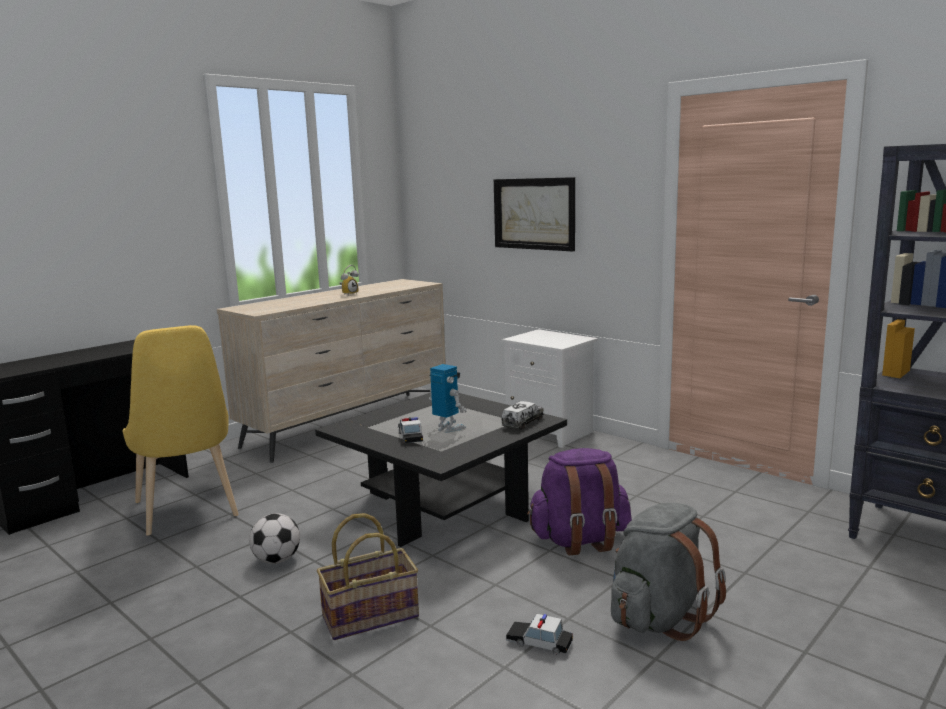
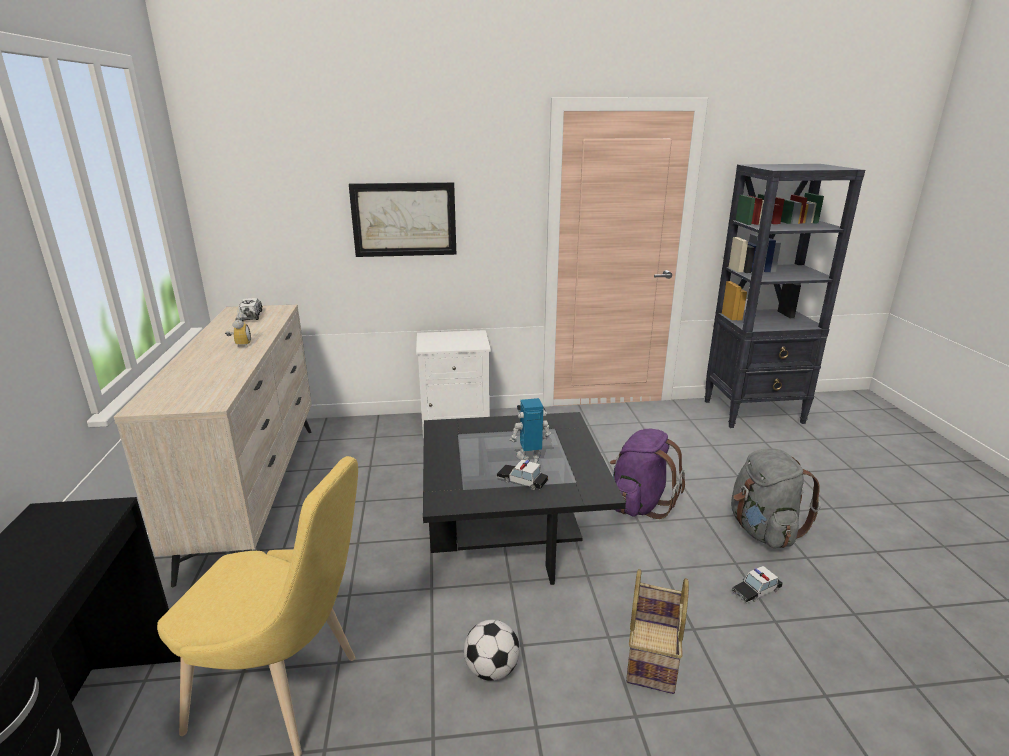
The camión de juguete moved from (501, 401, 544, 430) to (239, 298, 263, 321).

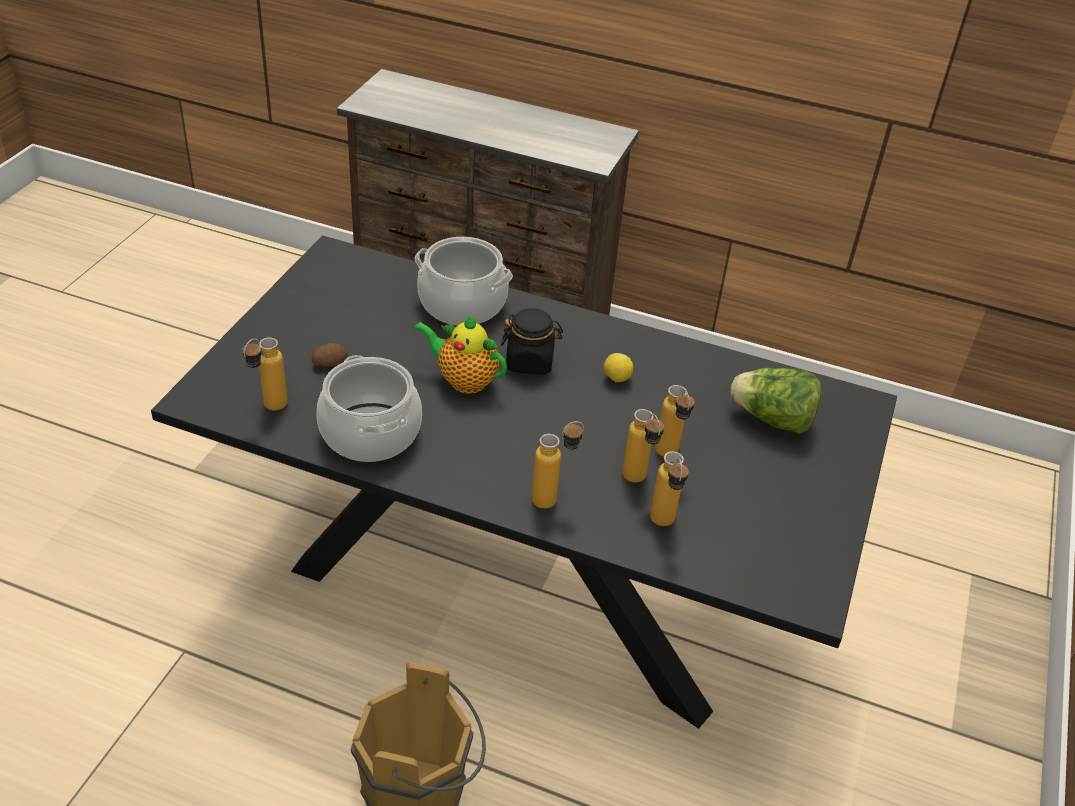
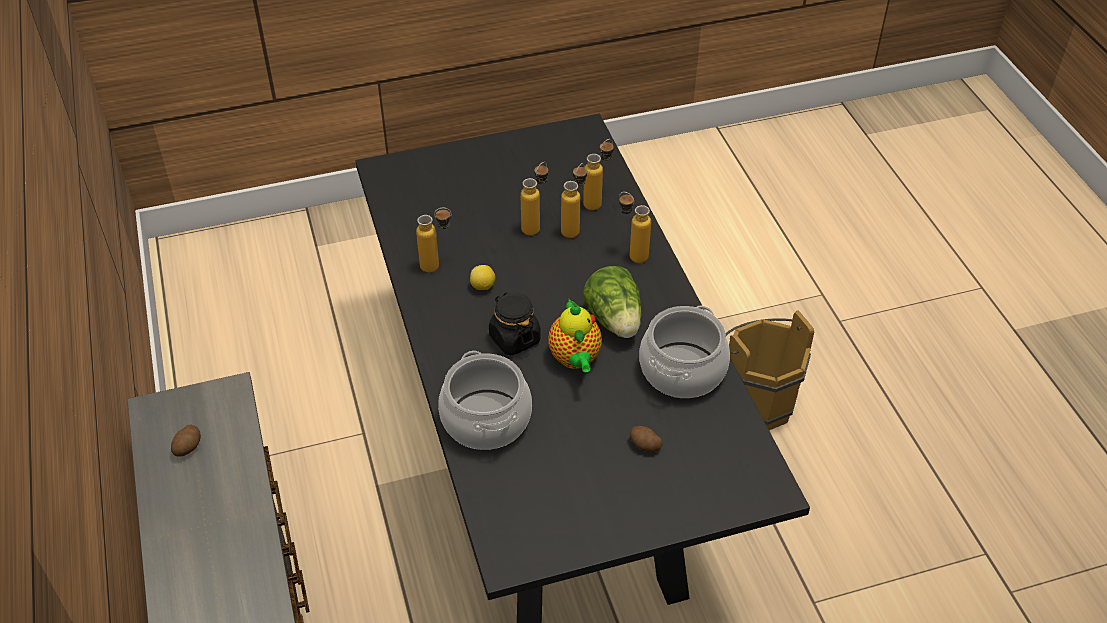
The botella moved from (242, 338, 288, 411) to (416, 208, 452, 273). The lechuga moved from (730, 367, 821, 434) to (583, 266, 642, 338). The patata at (171, 425, 201, 457) appeared.

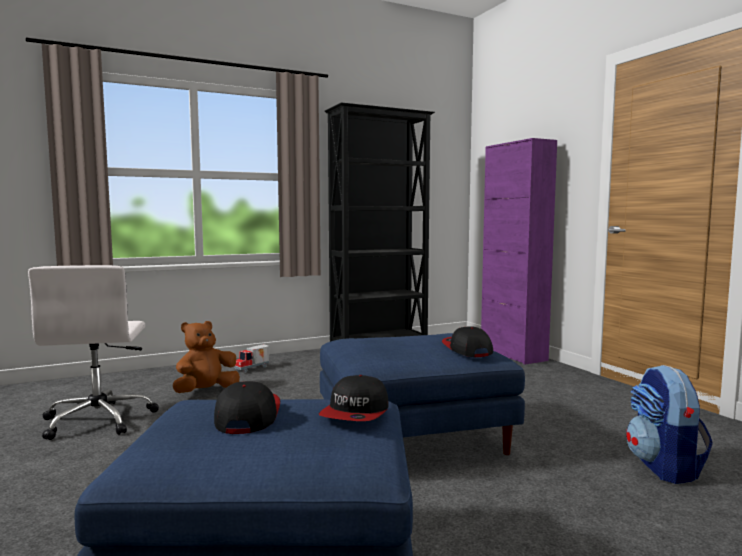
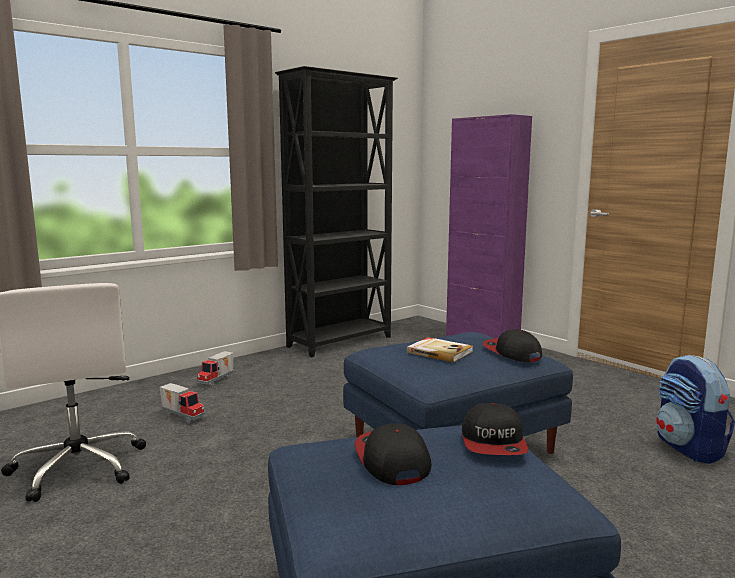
The peluche (marrón) at (173, 321, 240, 393) was replaced by the camión de juguete at (160, 383, 205, 423). The libro at (407, 337, 473, 363) appeared.

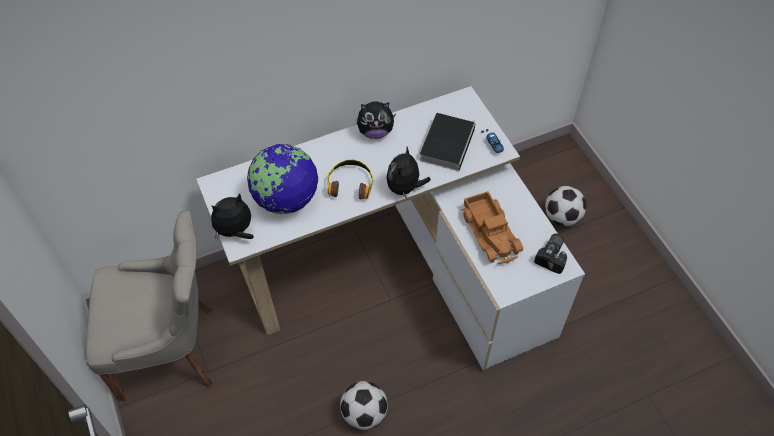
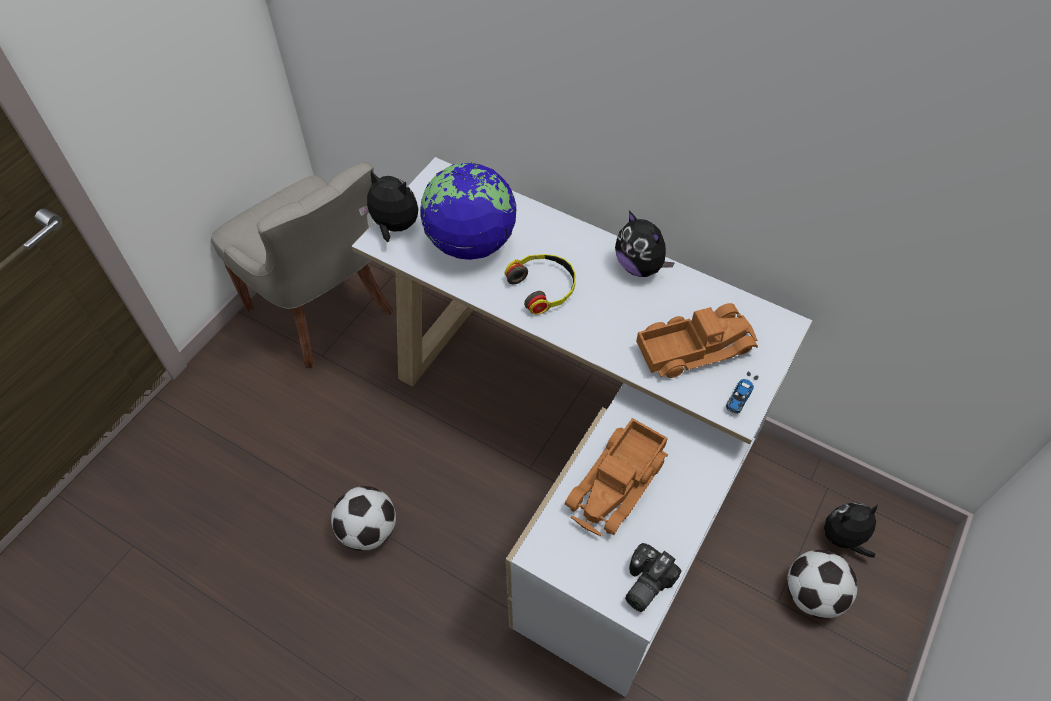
The peluche moved from (386, 147, 431, 199) to (824, 502, 878, 558). The libro at (420, 113, 476, 171) was replaced by the camión de juguete at (636, 303, 758, 378). The cámara at (534, 234, 567, 274) turned 135 degrees clockwise.

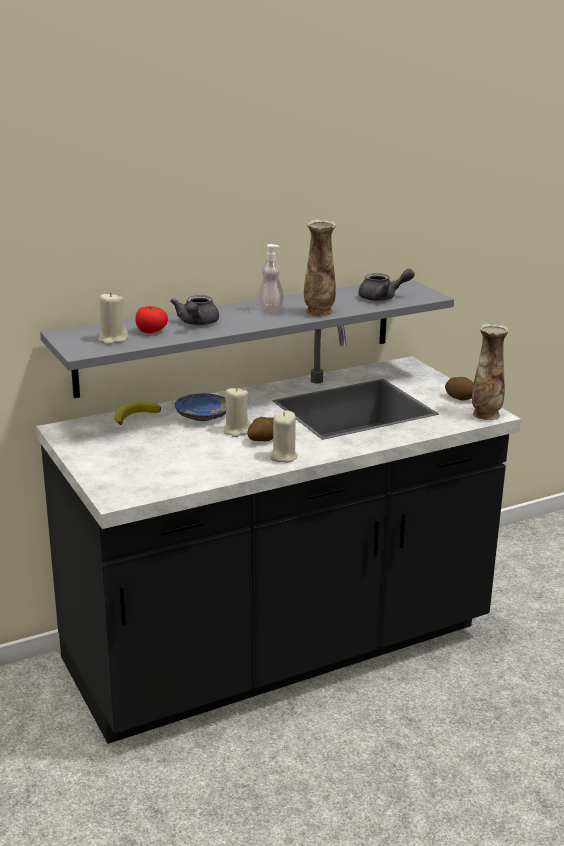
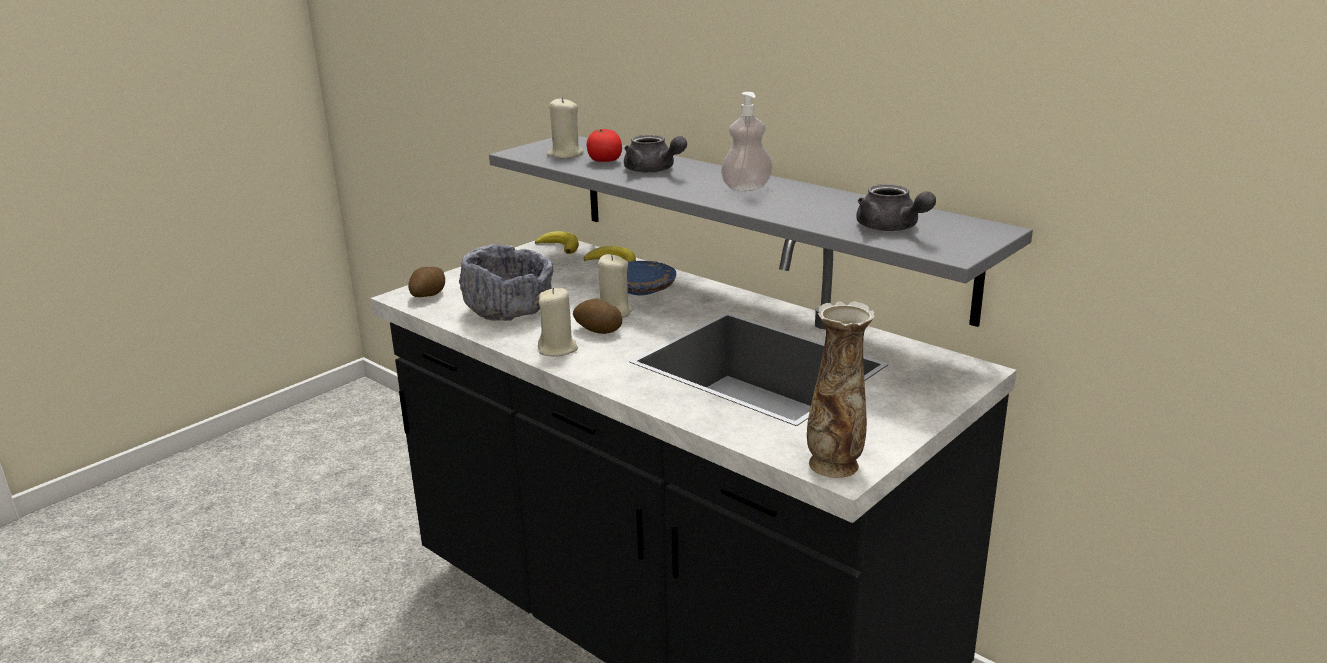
The tetera (gris) at (170, 295, 219, 325) turned 120 degrees counterclockwise. The florero at (304, 219, 336, 317) disappeared. The patata moved from (445, 377, 474, 401) to (408, 267, 445, 297). The cuenco (gris) at (459, 244, 554, 321) appeared. The plátano at (535, 231, 579, 254) appeared.

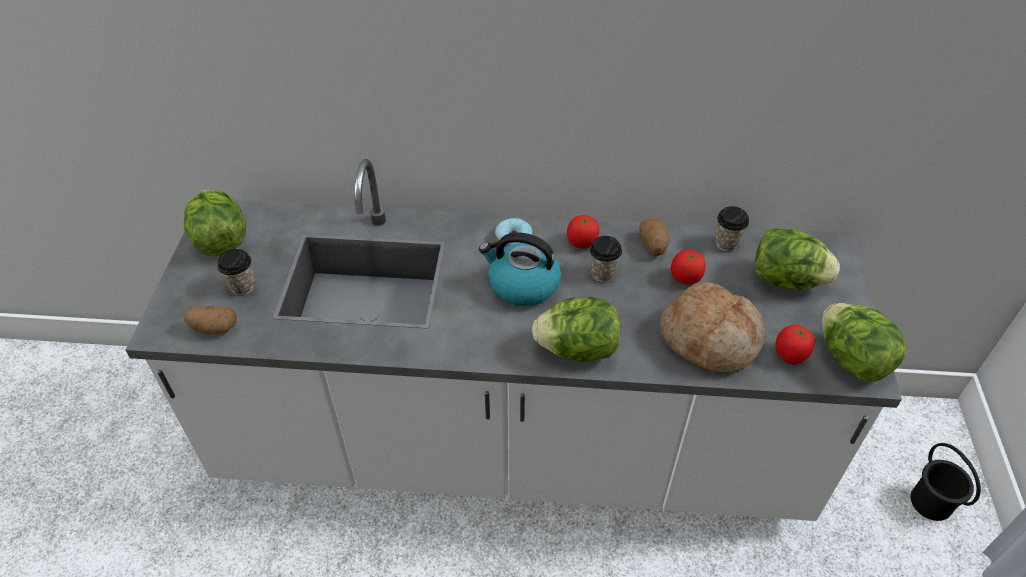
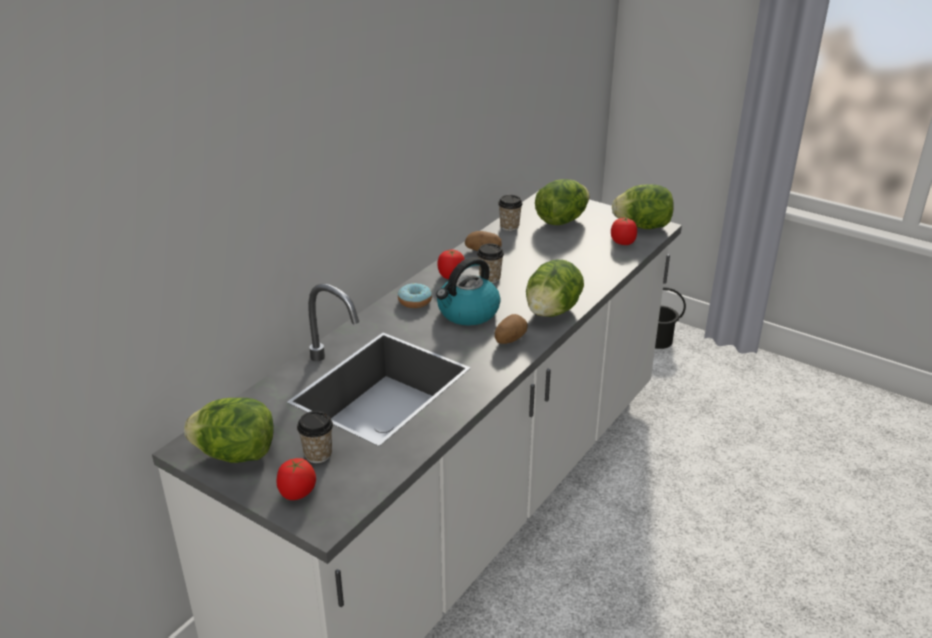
The patata moved from (183, 306, 237, 335) to (495, 314, 528, 344). The pan at (660, 283, 765, 373) disappeared. The tomate moved from (671, 250, 706, 285) to (277, 458, 316, 500).

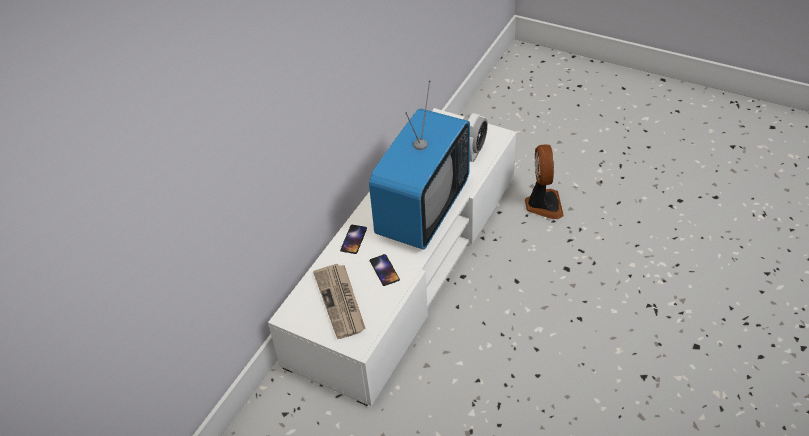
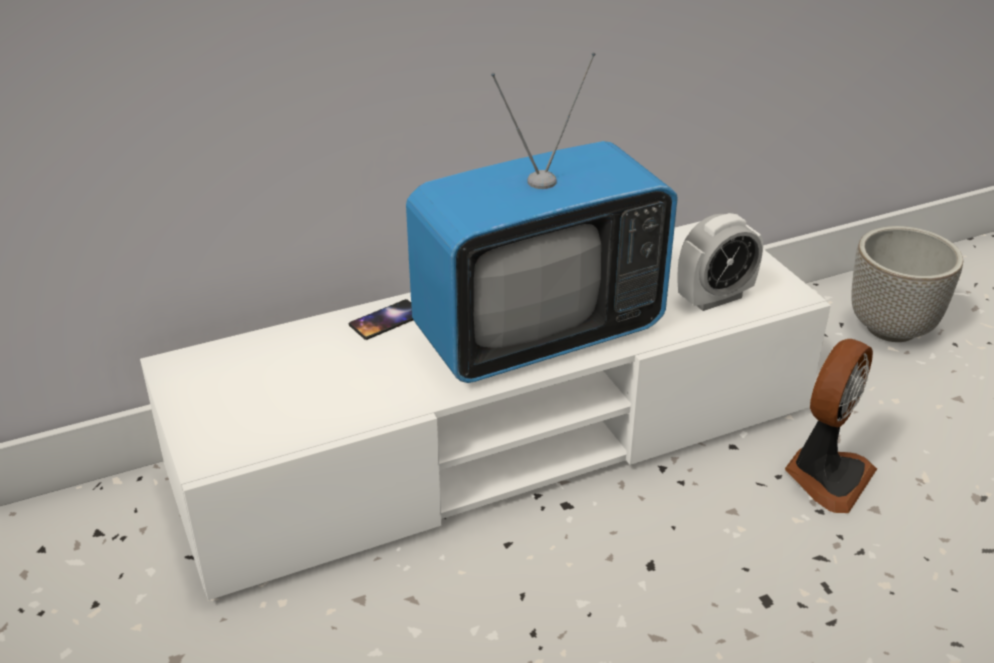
The periódico at (313, 264, 366, 339) disappeared. The móvil at (370, 254, 400, 286) disappeared. The maceta at (852, 226, 963, 342) appeared.

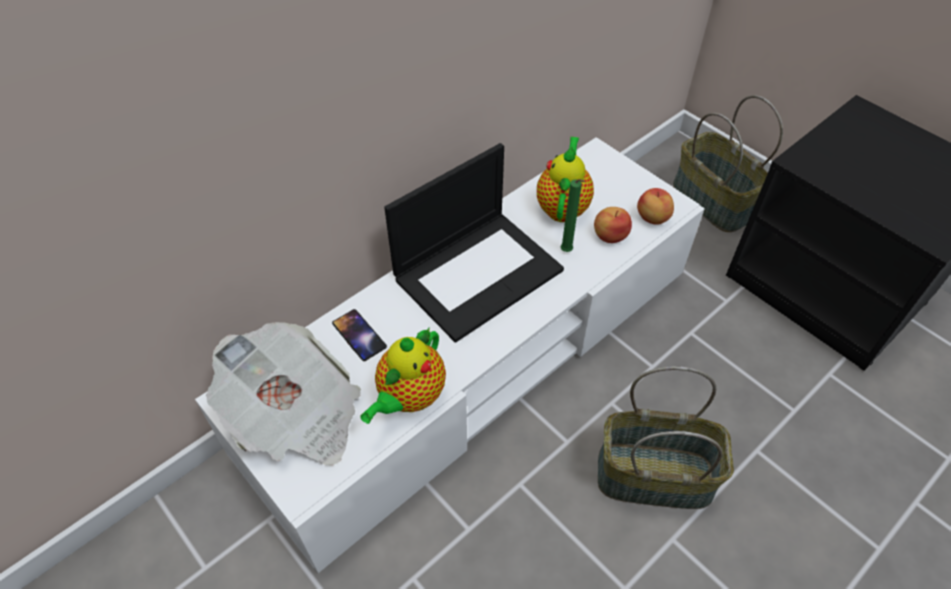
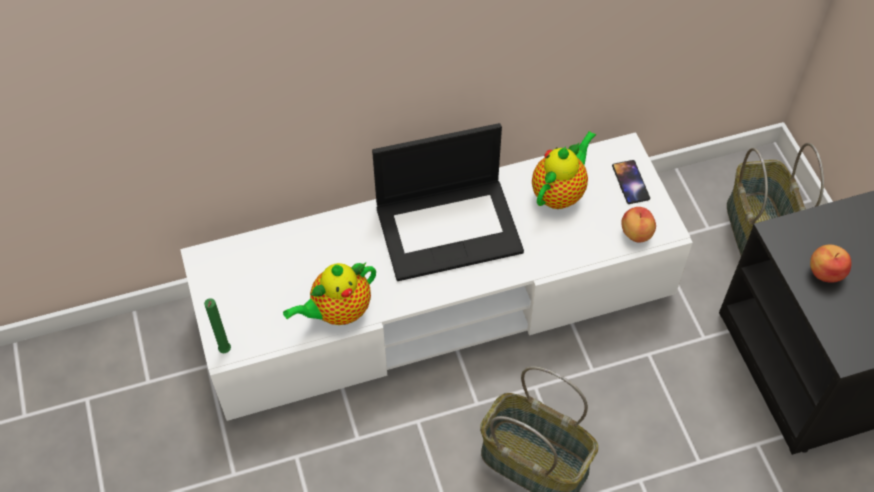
The periódico at (206, 322, 361, 465) disappeared. The móvil moved from (332, 309, 387, 361) to (612, 160, 650, 204). The vela (verde) moved from (561, 179, 585, 252) to (204, 298, 231, 353). The manzana moved from (594, 207, 632, 243) to (810, 245, 852, 283).

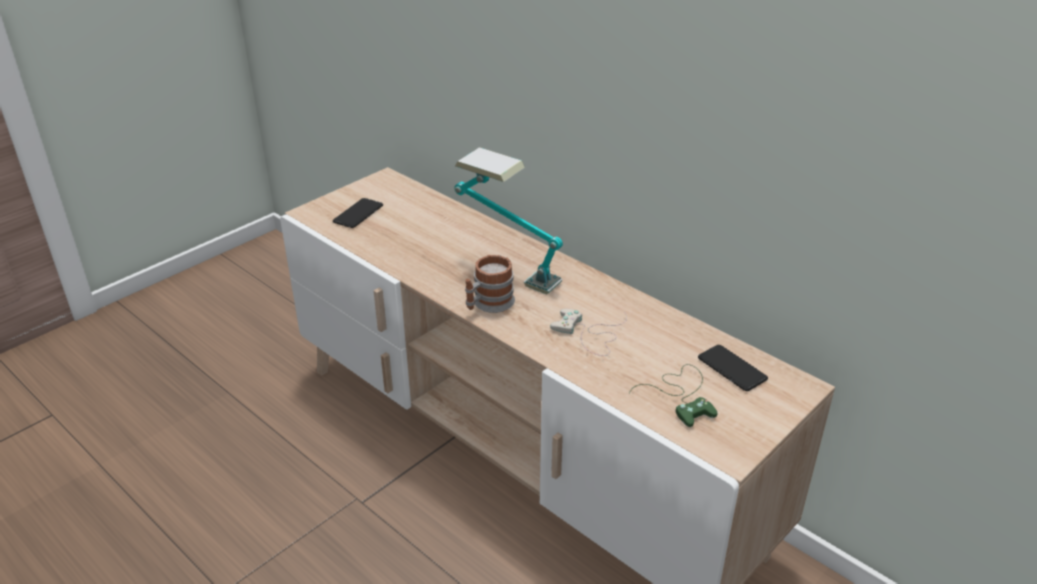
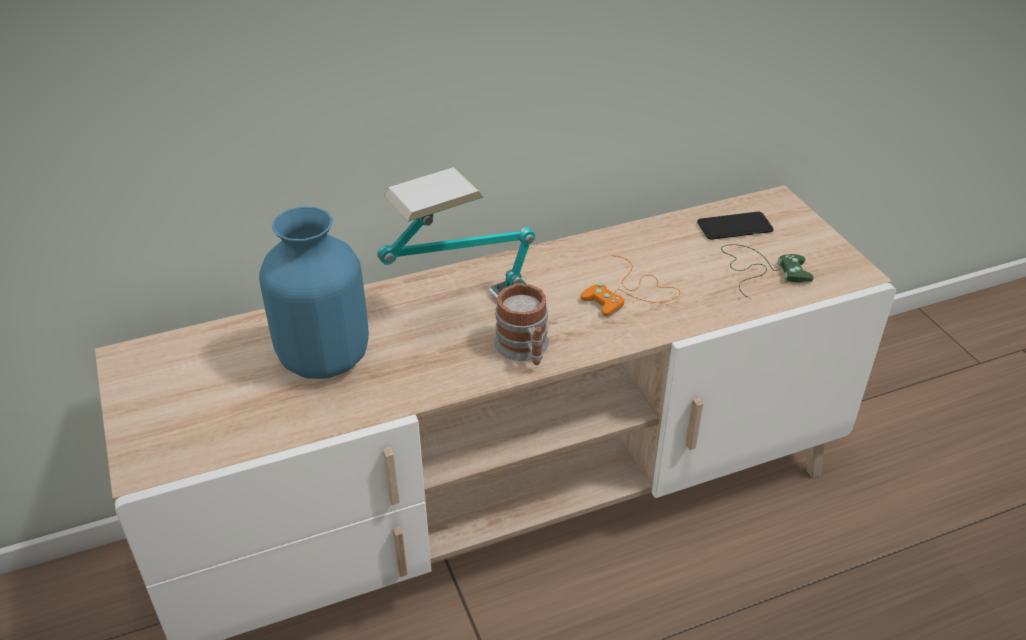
The móvil at (333, 198, 383, 228) disappeared. The mando de consola (blanco) at (550, 309, 627, 356) became the mando de consola (naranja) at (580, 255, 680, 317). The florero (azul) at (259, 207, 369, 379) appeared.

